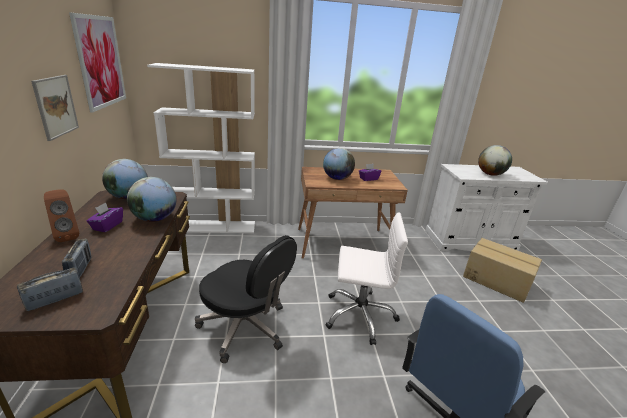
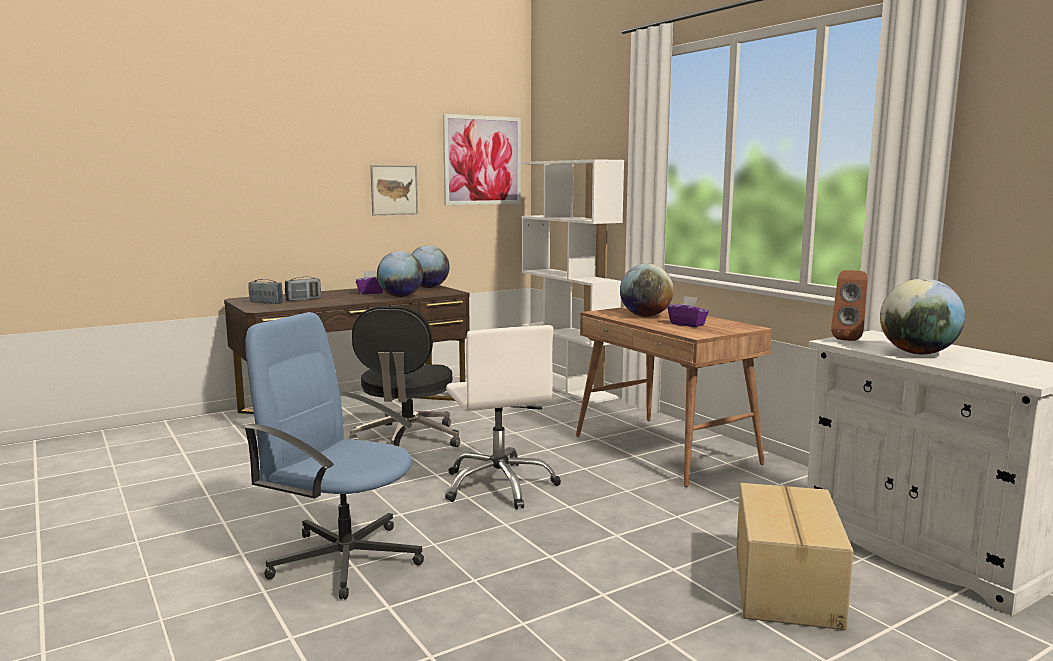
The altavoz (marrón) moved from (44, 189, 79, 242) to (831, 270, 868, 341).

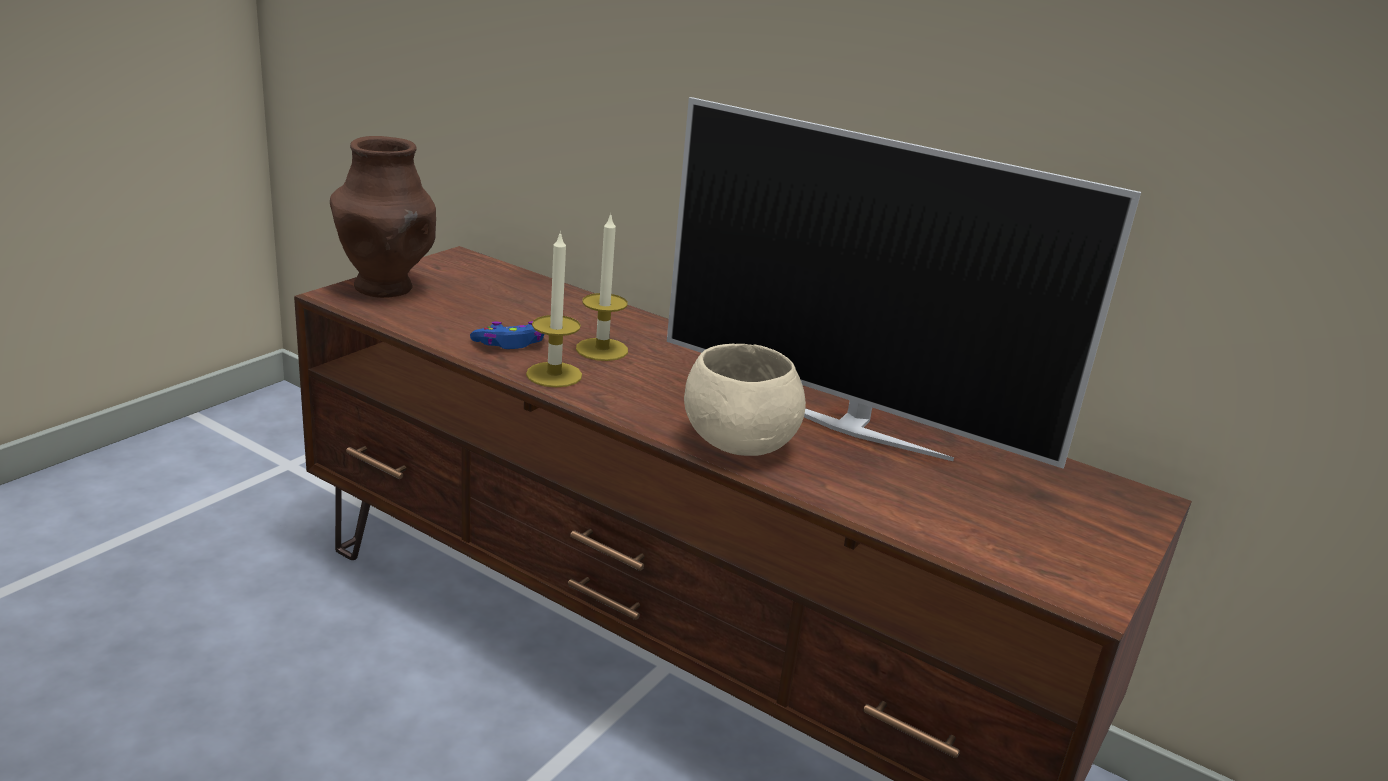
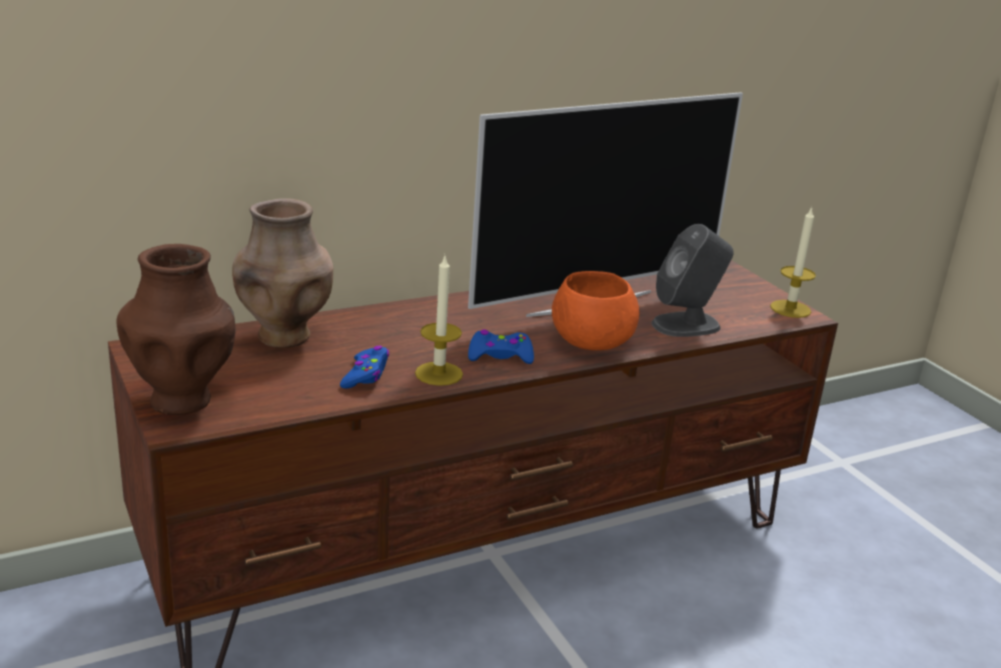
The vela moved from (576, 213, 628, 361) to (770, 206, 816, 318). The cuenco (beis) at (684, 344, 806, 456) became the cuenco (naranja) at (552, 271, 640, 350). The florero (marrón) at (232, 198, 333, 348) appeared. The mando de consola (azul) at (468, 329, 534, 364) appeared. The altavoz (gris) at (652, 224, 734, 337) appeared.

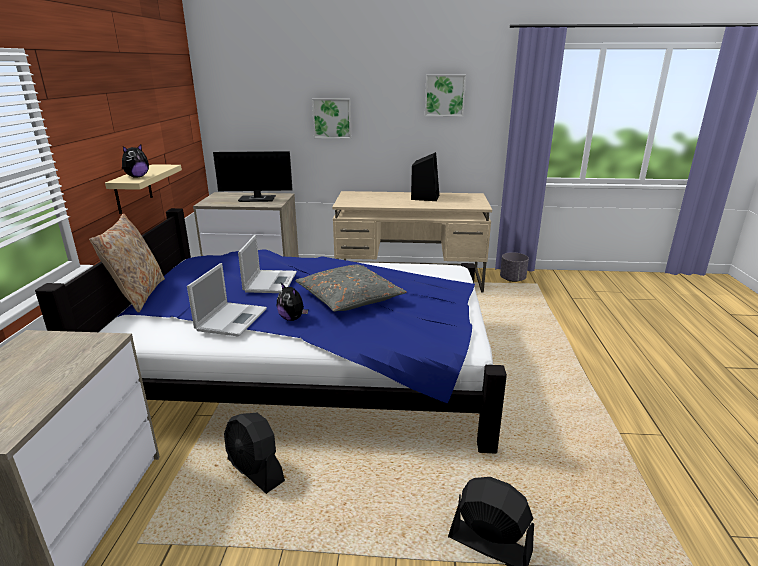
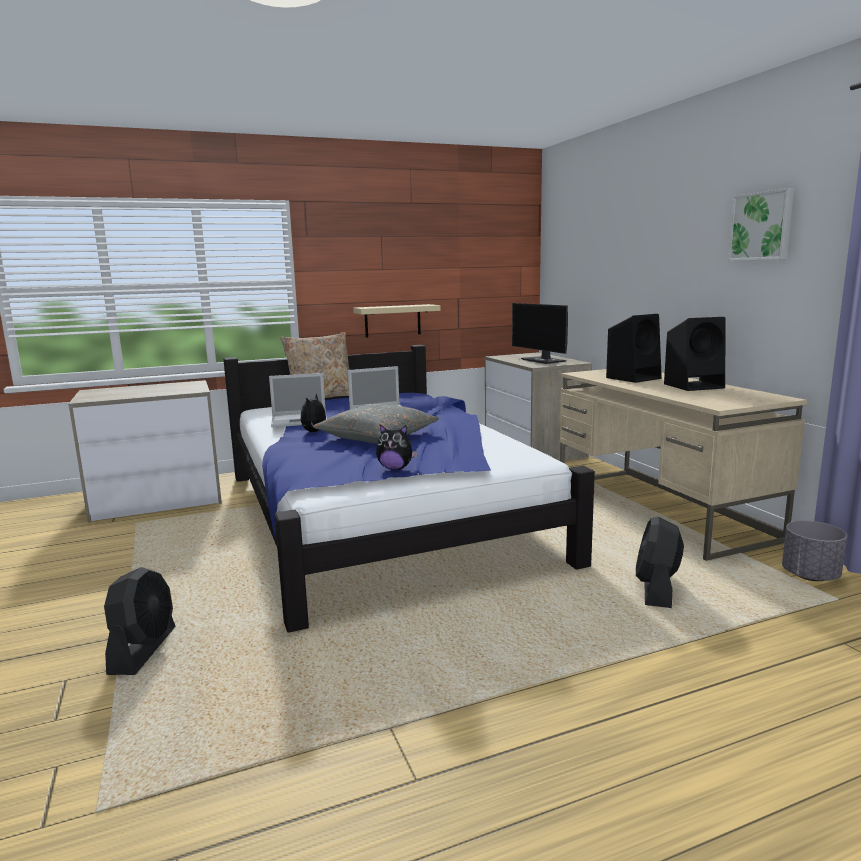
The peluche moved from (122, 144, 149, 177) to (376, 424, 418, 470). The ventilador (negro) moved from (224, 413, 285, 494) to (636, 516, 684, 608). The cuadro at (312, 99, 351, 139) disappeared. The altavoz (negro) at (606, 314, 662, 383) appeared.

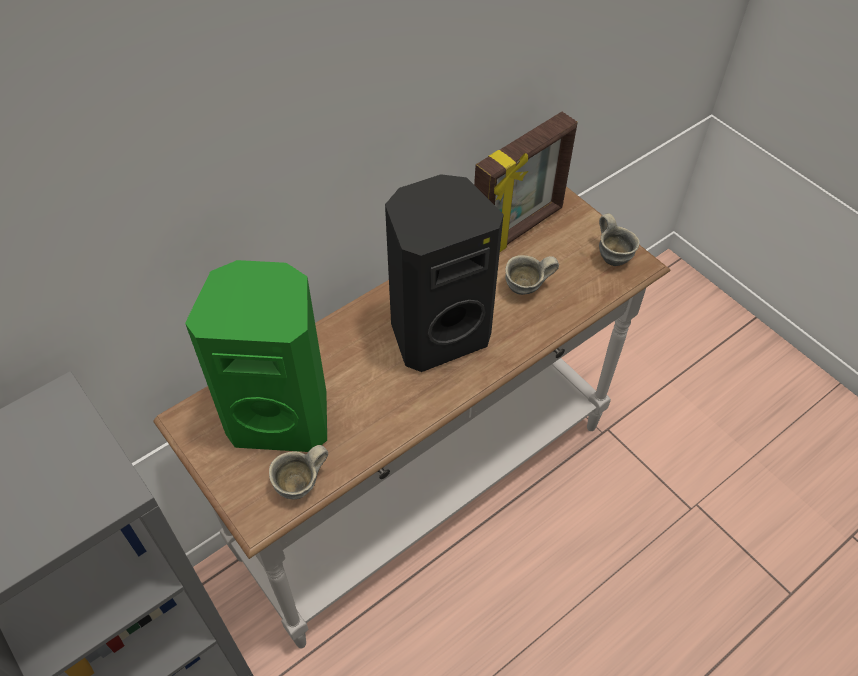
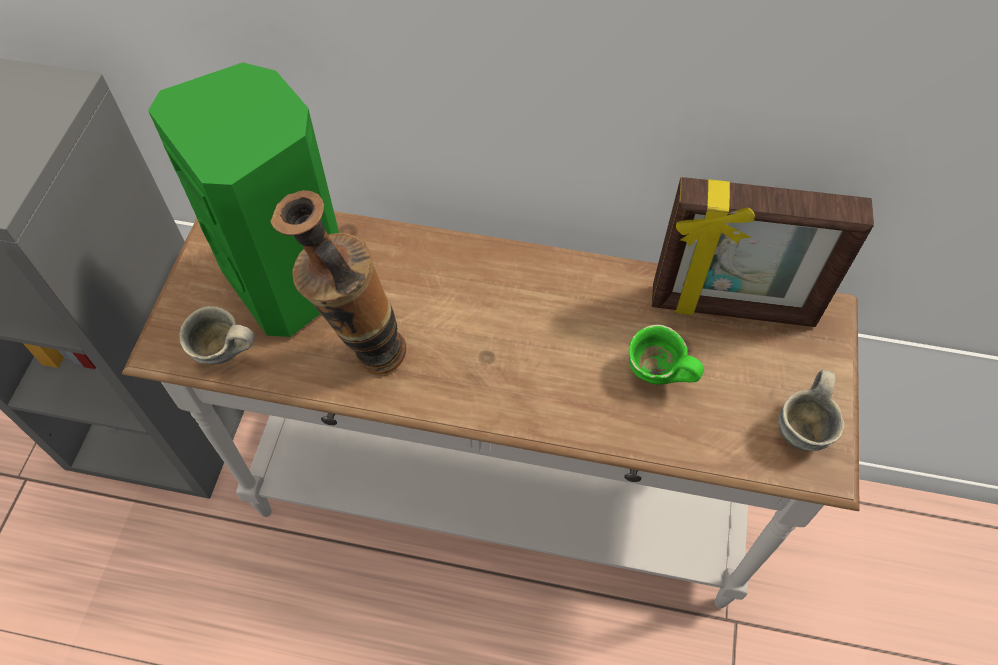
The altavoz (negro) at (385, 174, 504, 372) disappeared. The taza grande (gris) at (505, 255, 559, 295) became the taza grande (verde) at (629, 325, 704, 384). The florero at (270, 190, 406, 375) appeared.

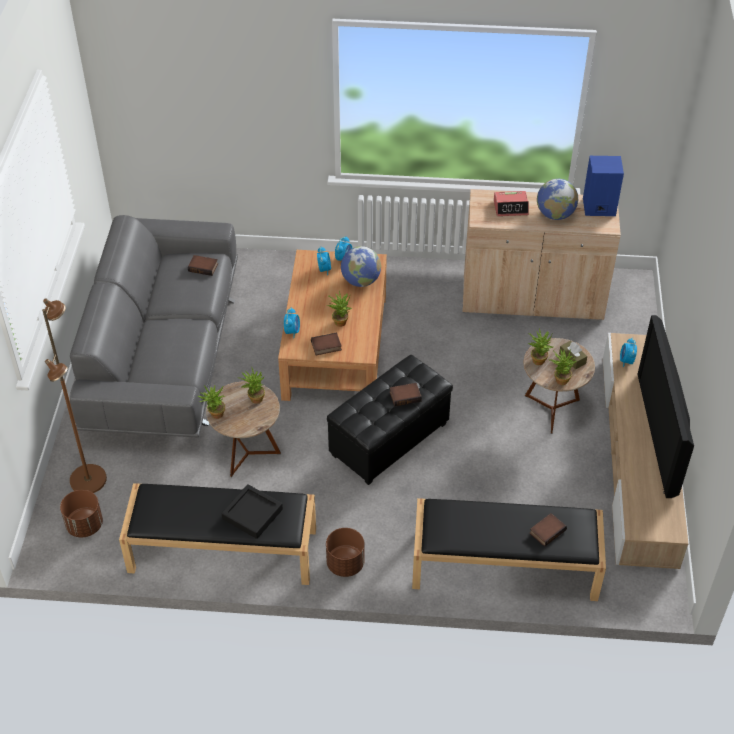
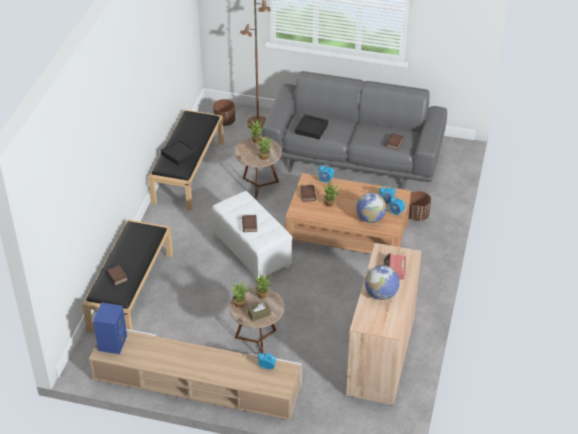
The maceta (marrón) moved from (326, 528, 364, 577) to (409, 191, 431, 221). The puf (negro) at (327, 355, 453, 485) became the puf (blanco) at (212, 191, 292, 279). The altavoz (azul) moved from (583, 156, 624, 216) to (93, 302, 127, 354). The televisor at (637, 315, 694, 498) disappeared. The bandeja (negro) at (295, 114, 328, 139) appeared.

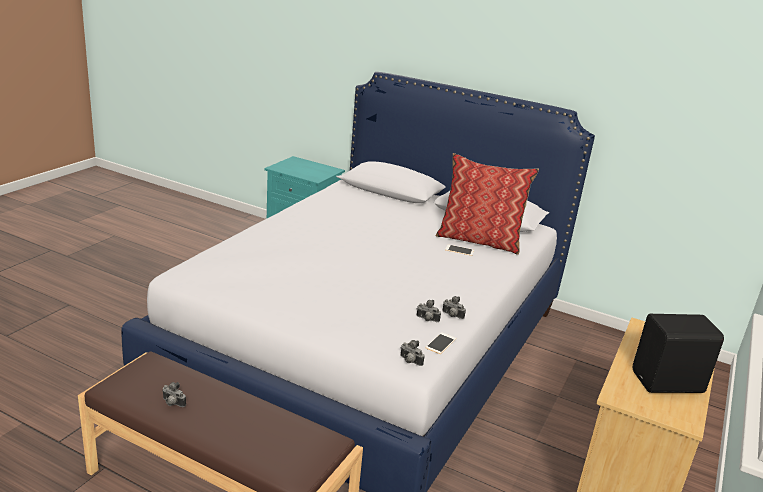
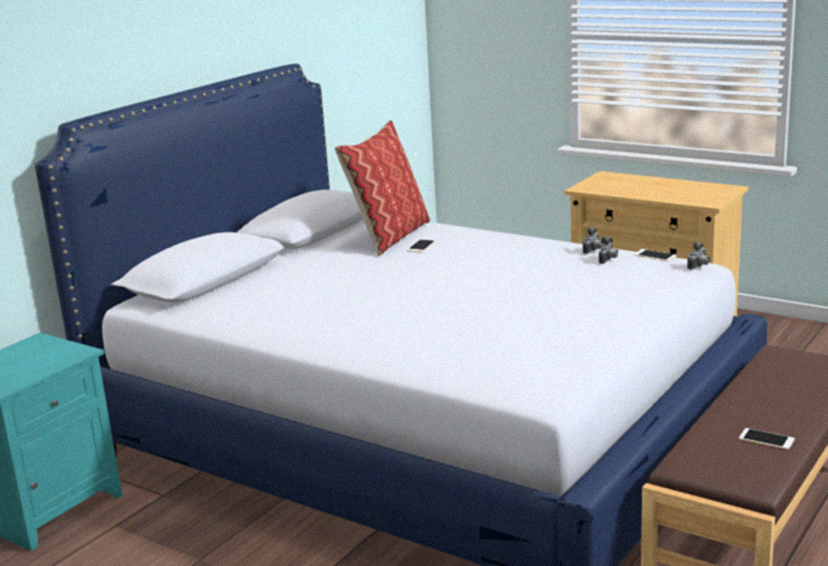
The cámara at (162, 382, 186, 407) was replaced by the móvil at (739, 428, 795, 450). The altavoz (negro) at (633, 314, 724, 393) disappeared.

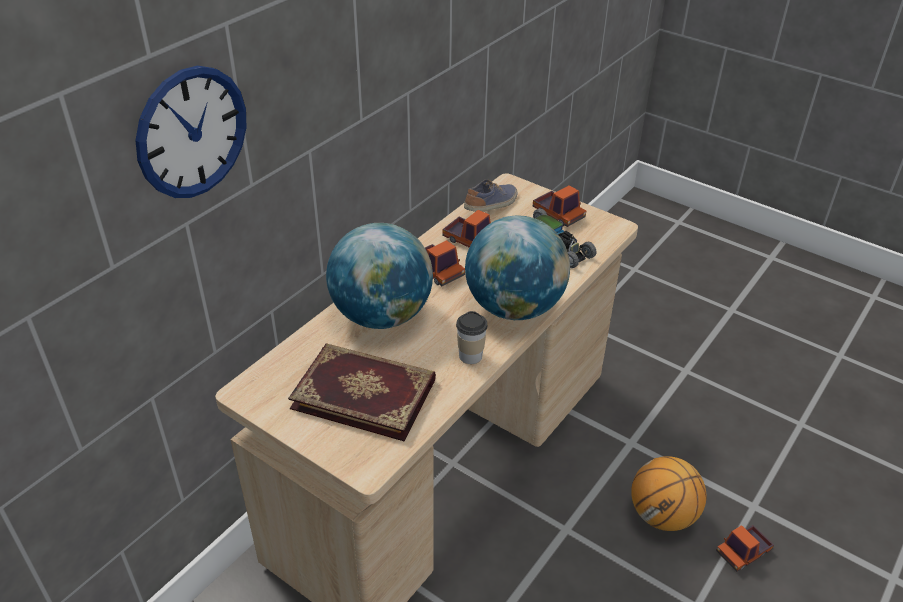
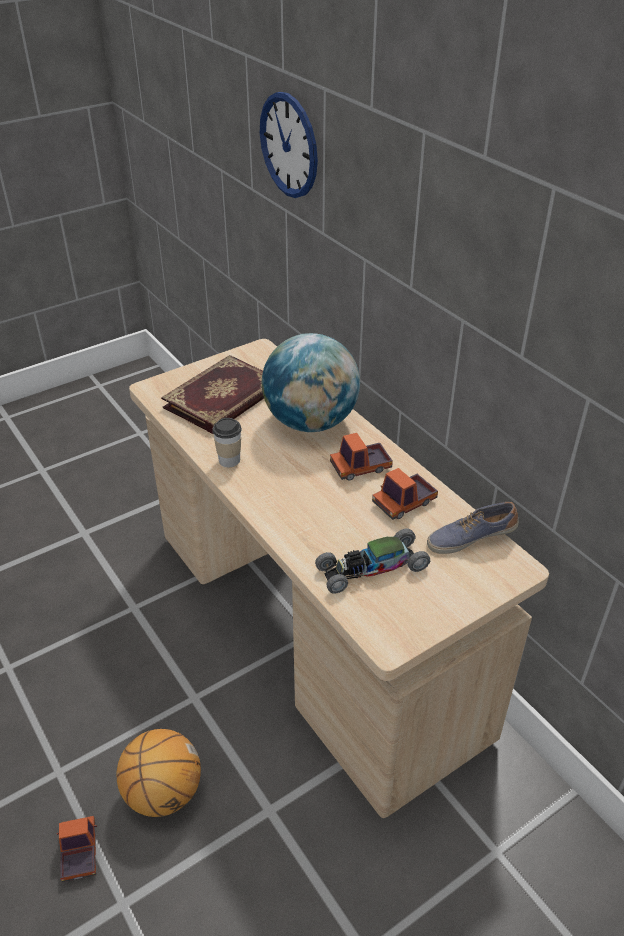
The zapato at (464, 179, 517, 212) turned 105 degrees clockwise. The globo terráqueo at (465, 216, 570, 320) disappeared. The camión de juguete at (533, 185, 586, 227) disappeared.

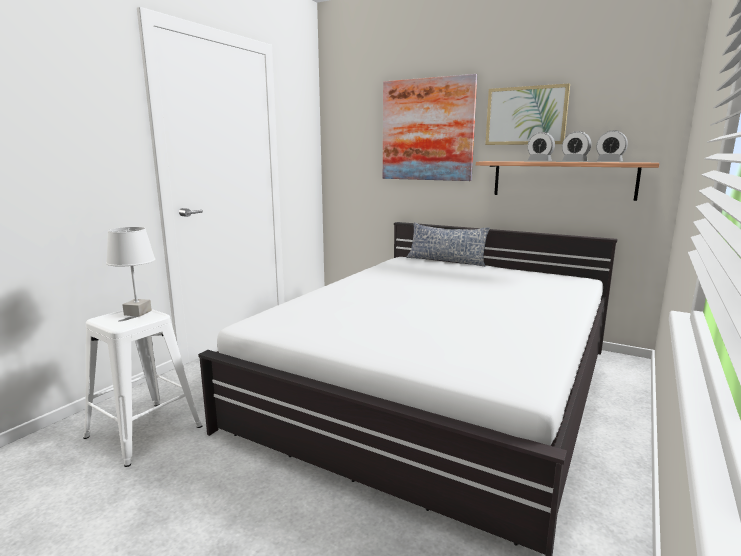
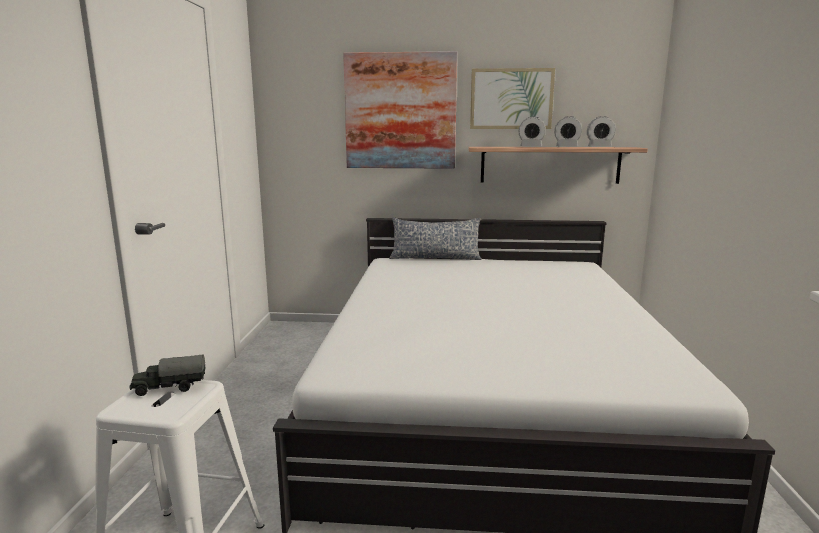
The lámpara de mesa (blanco) at (106, 227, 155, 317) was replaced by the camión de juguete at (129, 354, 205, 396).

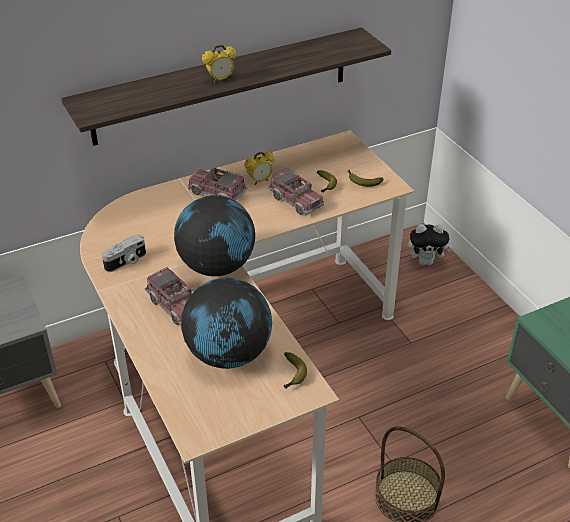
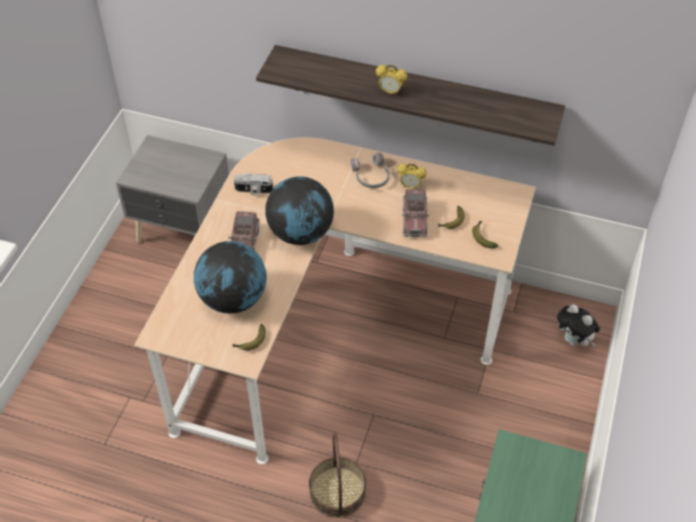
The camión de juguete at (188, 167, 248, 201) was replaced by the auriculares (gris) at (350, 153, 390, 188).

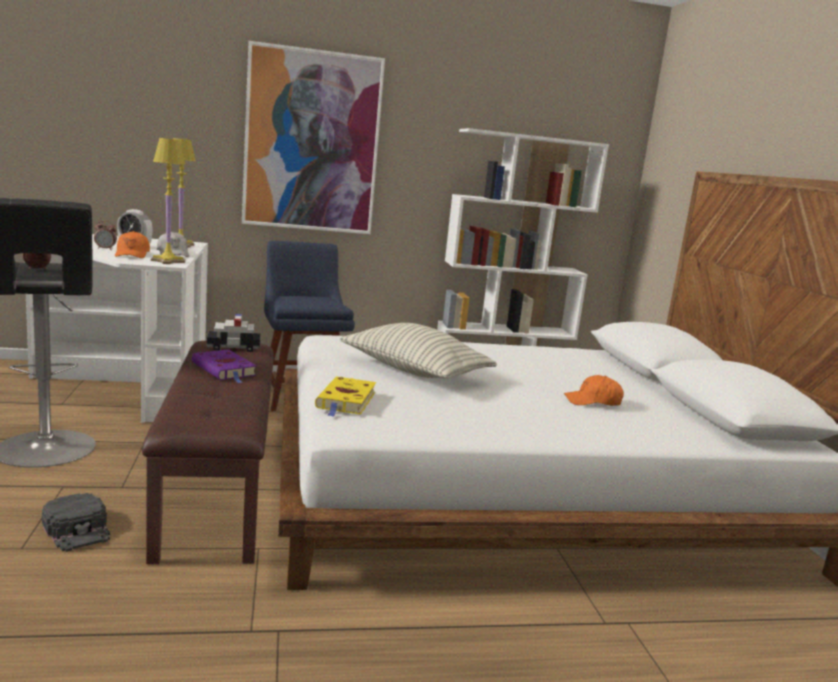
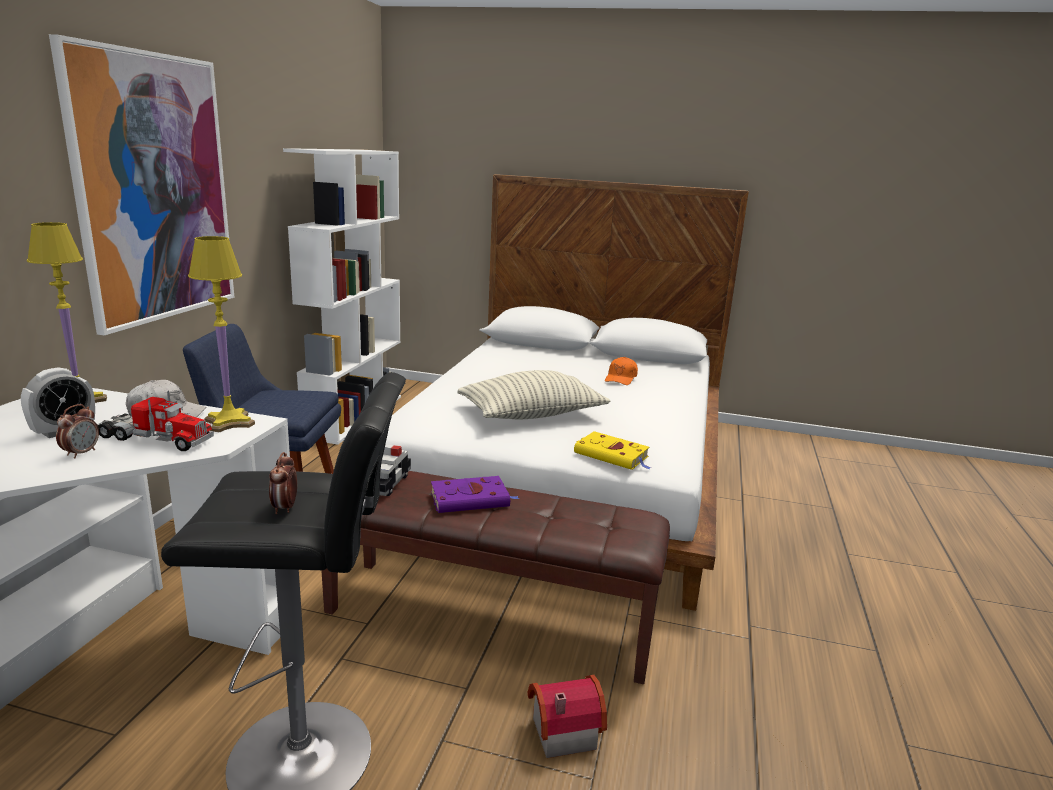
The gorra (negro) at (42, 493, 110, 552) was replaced by the casita at (527, 675, 607, 758). The gorra (naranja) at (115, 231, 150, 258) was replaced by the camión de juguete at (97, 391, 214, 451).

